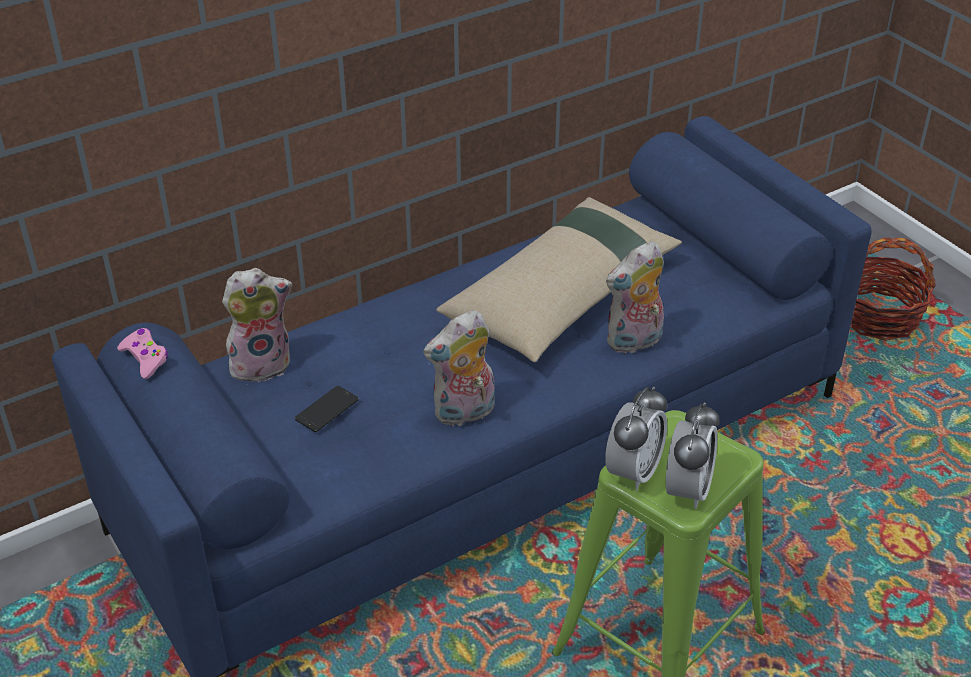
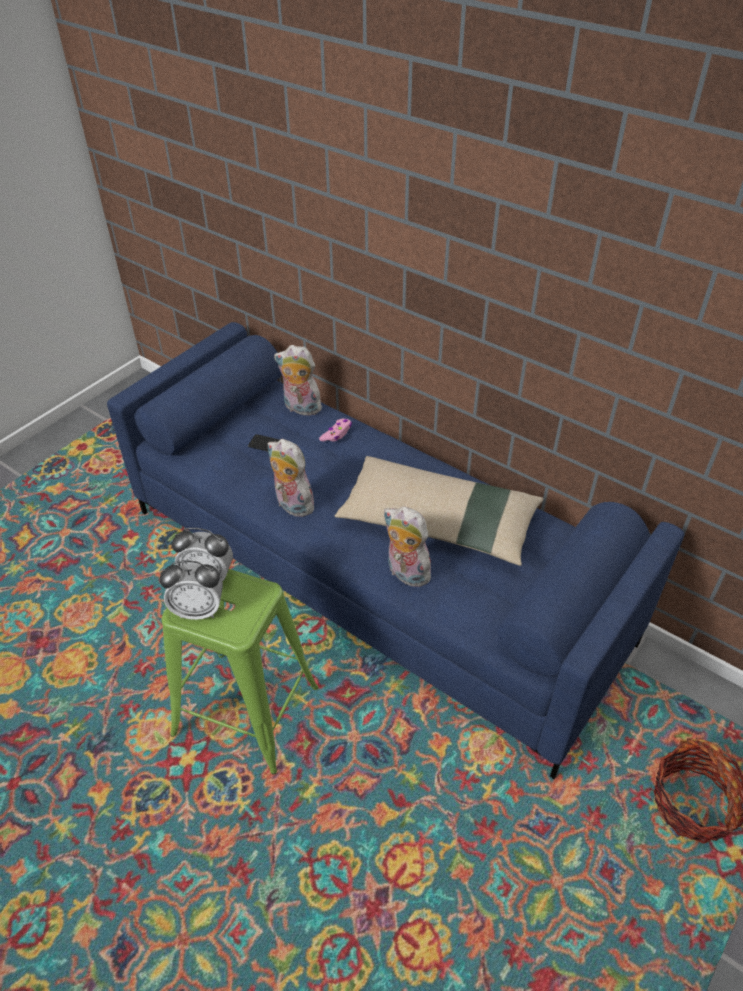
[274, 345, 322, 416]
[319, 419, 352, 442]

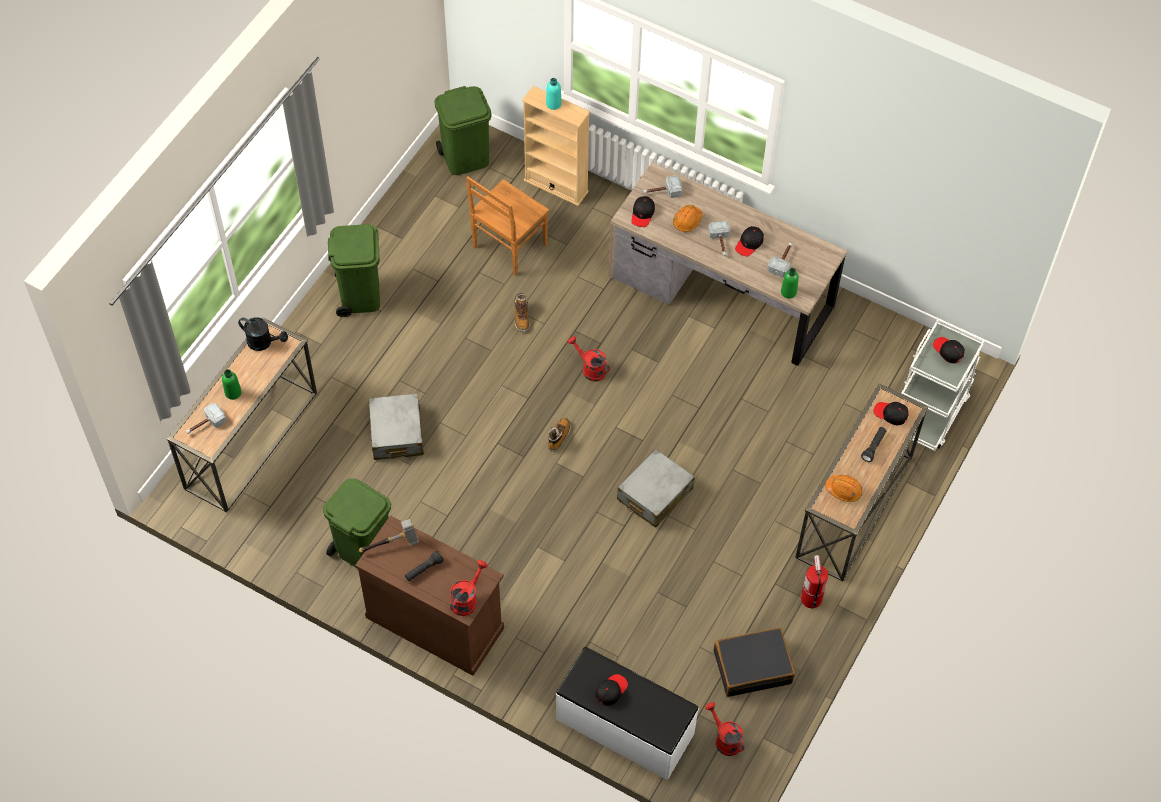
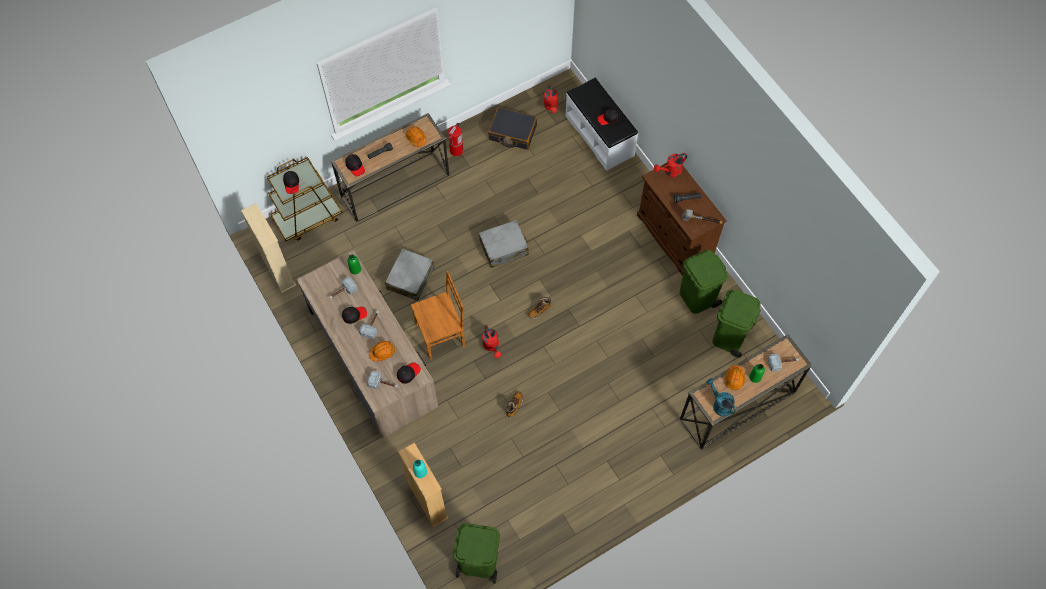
[411, 271, 465, 359]
[712, 290, 760, 358]
[706, 378, 736, 417]
[267, 157, 343, 241]
[385, 248, 434, 301]
[241, 203, 296, 293]
[725, 365, 745, 390]

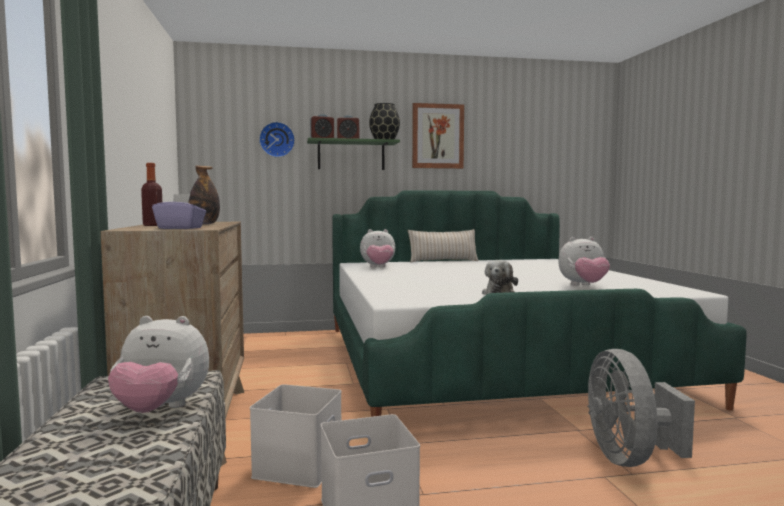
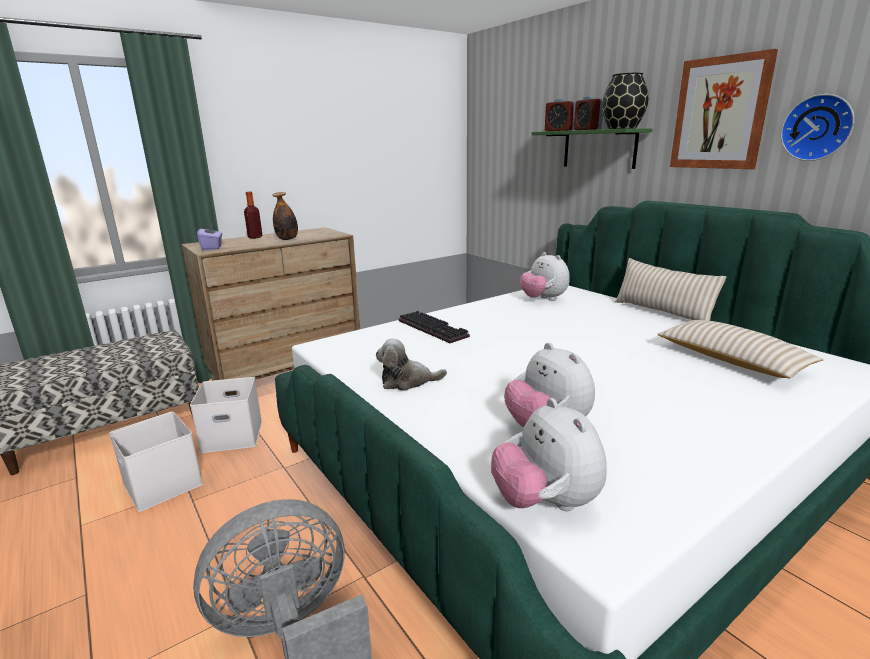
[780, 94, 855, 161]
[491, 398, 607, 511]
[399, 311, 470, 343]
[657, 320, 823, 378]

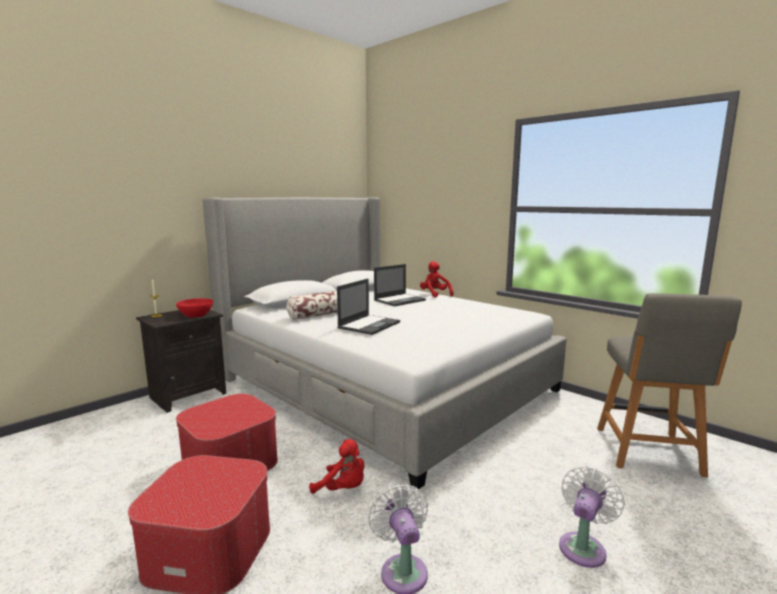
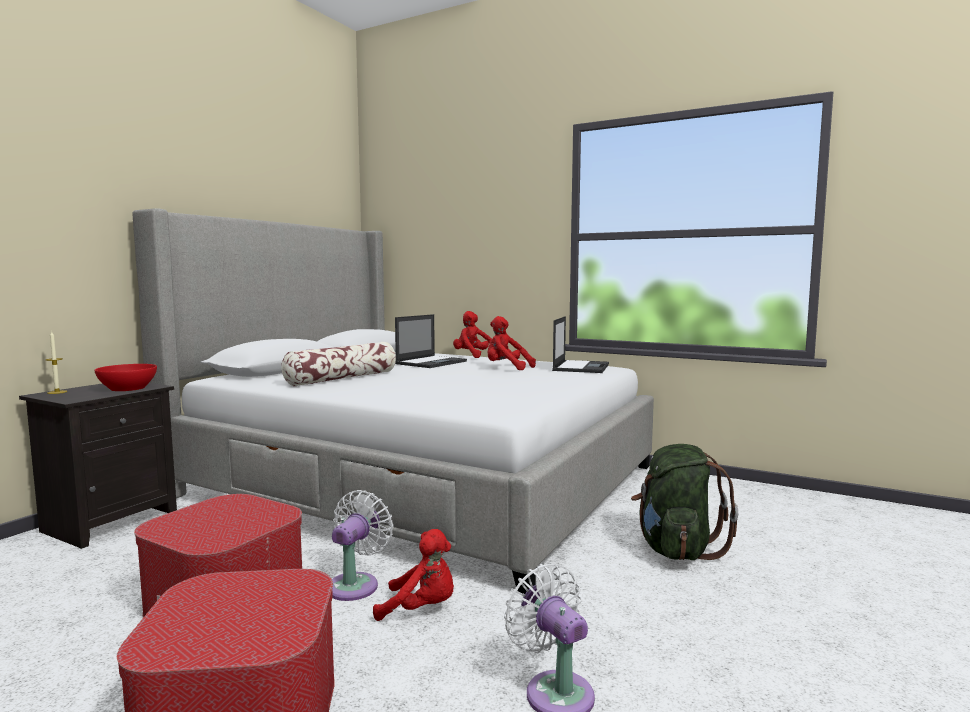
[552, 316, 609, 373]
[597, 293, 742, 478] (first image)
[332, 490, 393, 601]
[488, 316, 536, 370]
[631, 444, 738, 560]

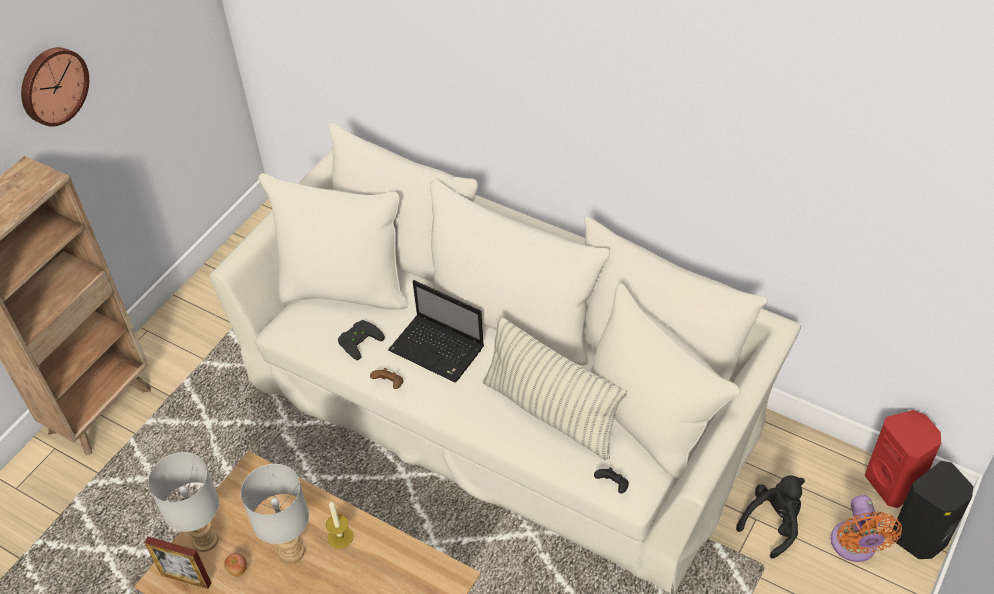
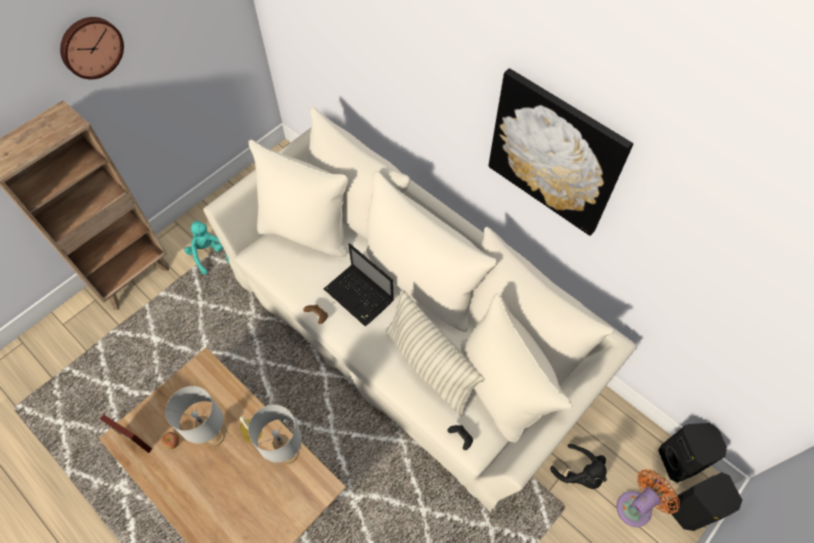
[338, 320, 385, 360] (first image)
[658, 423, 727, 483]
[248, 405, 302, 464]
[550, 444, 607, 489]
[616, 469, 680, 527]
[488, 68, 633, 236]
[184, 220, 229, 275]

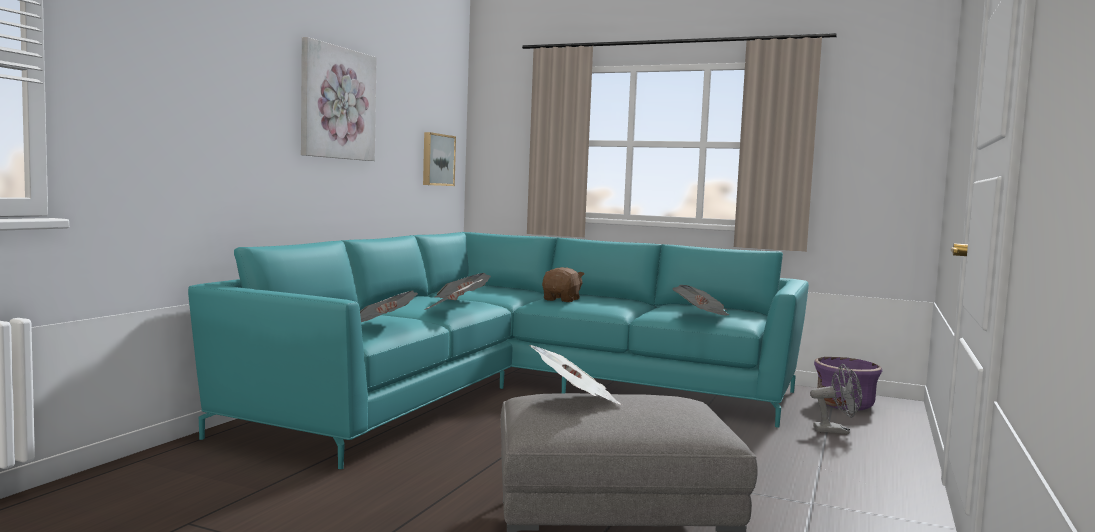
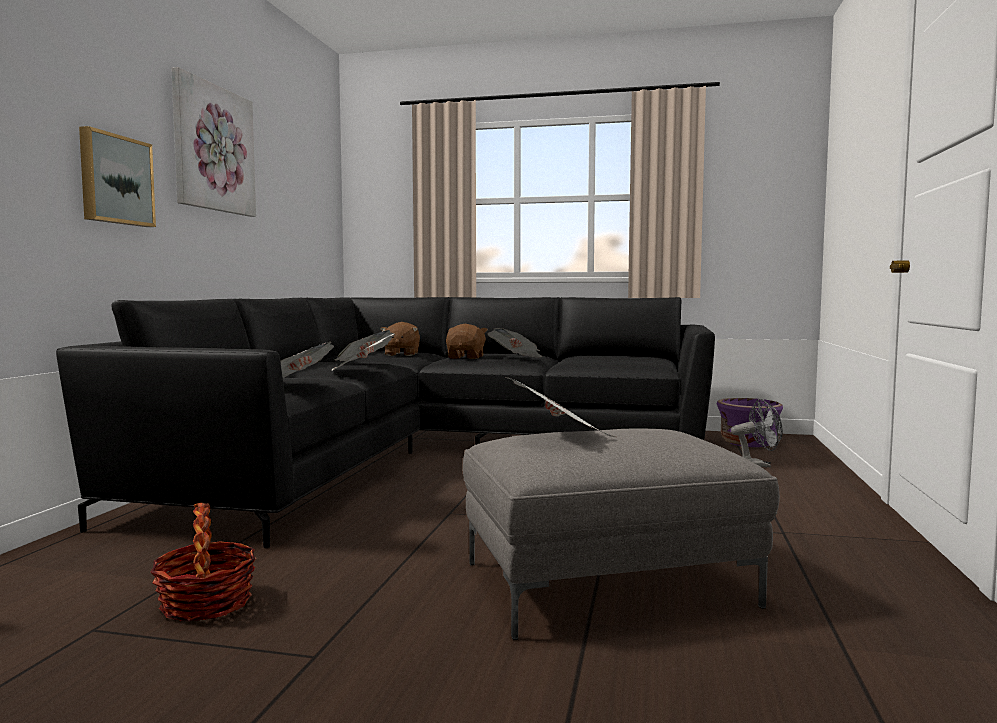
[79, 126, 156, 227]
[56, 297, 715, 548]
[488, 328, 543, 357]
[380, 322, 420, 356]
[150, 503, 256, 621]

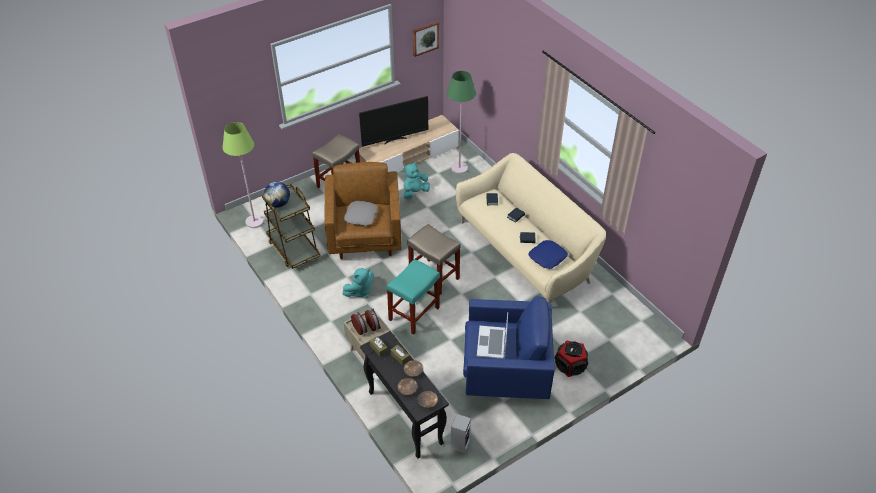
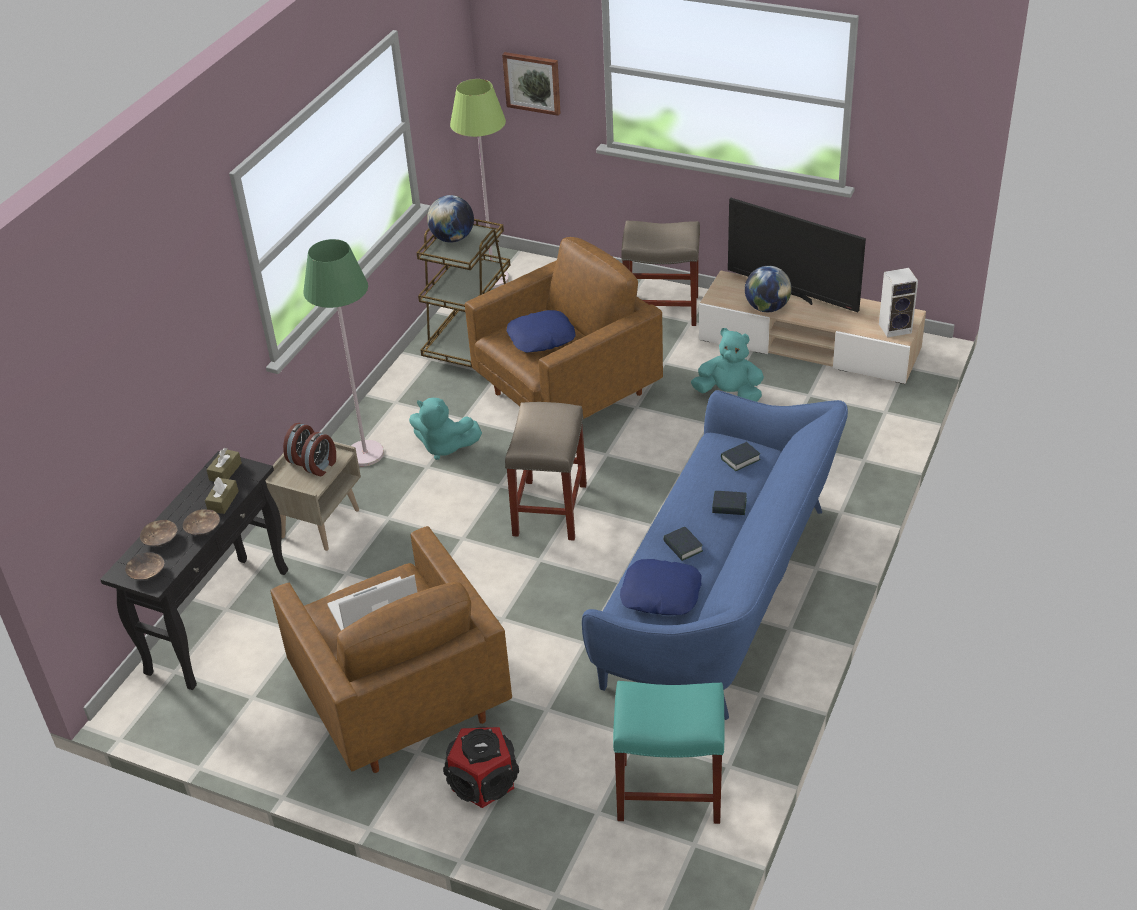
[502, 52, 560, 116]
[303, 239, 384, 466]
[582, 390, 848, 720]
[506, 310, 576, 353]
[613, 681, 725, 824]
[271, 526, 512, 773]
[879, 268, 918, 338]
[745, 266, 792, 312]

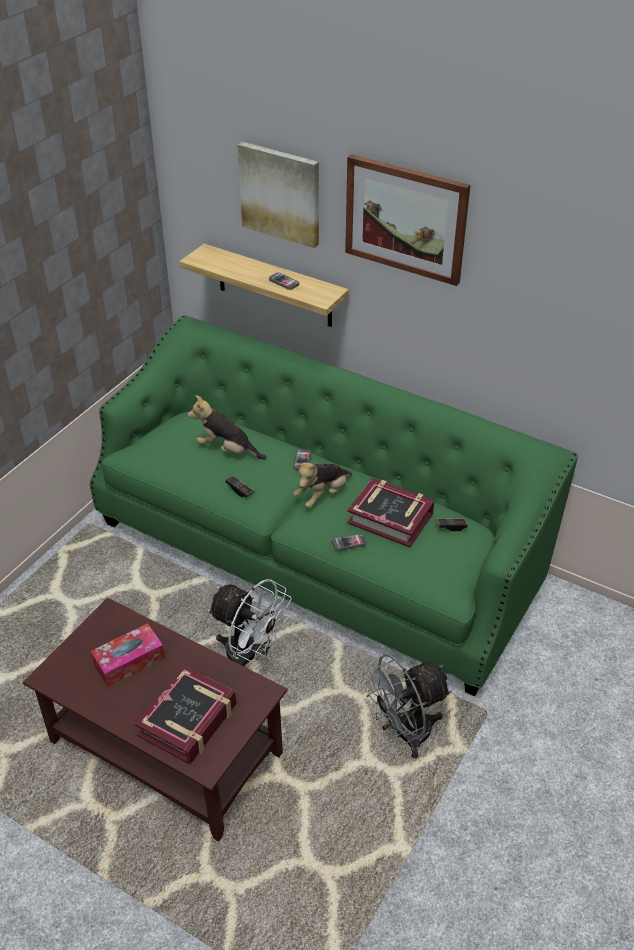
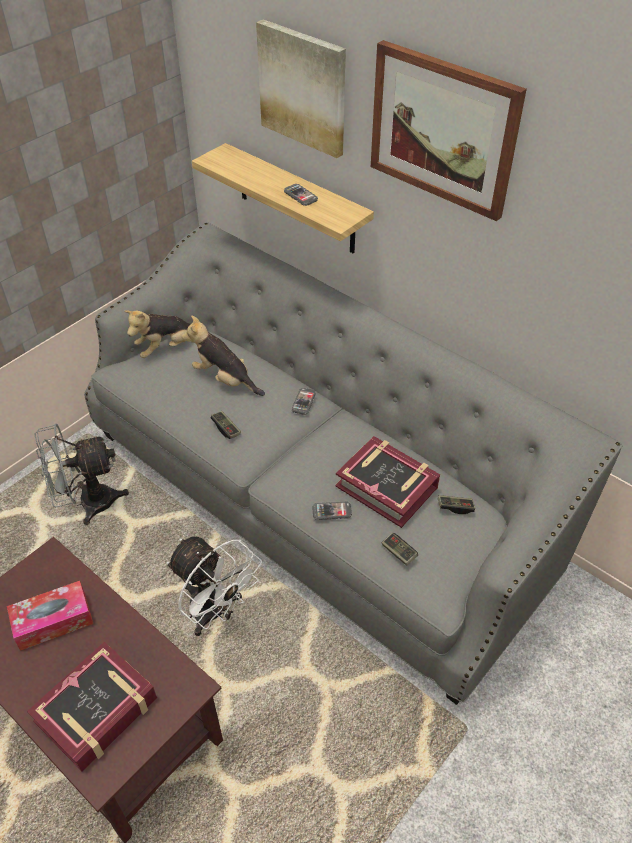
[84, 222, 623, 705]
[124, 310, 191, 358]
[35, 424, 129, 525]
[382, 533, 418, 566]

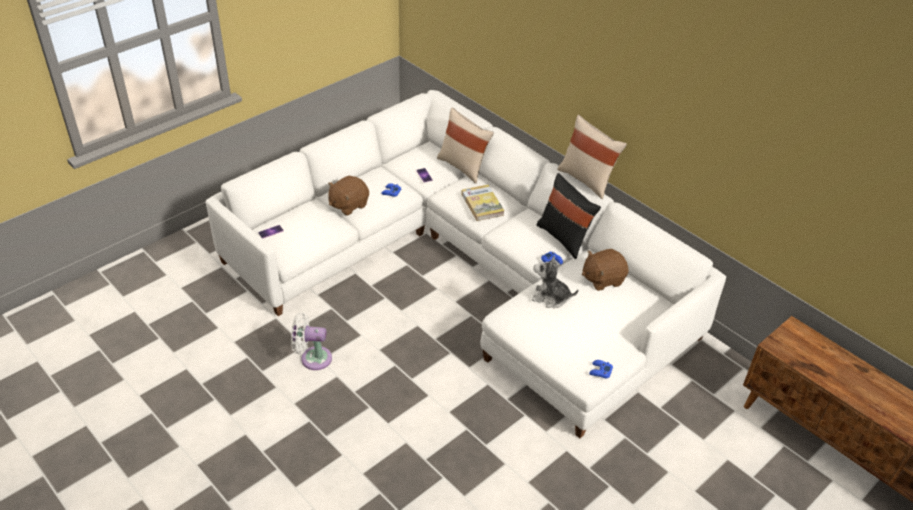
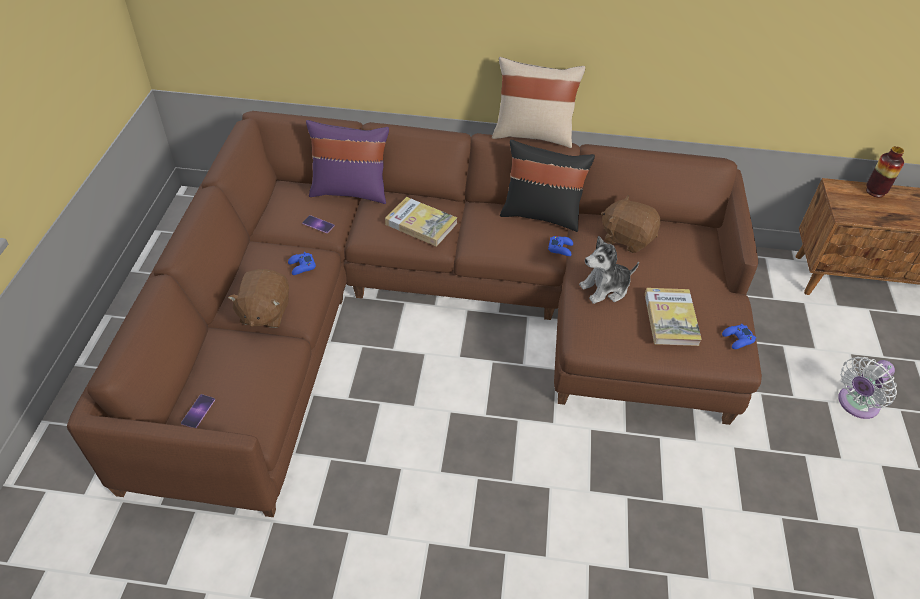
[67, 111, 762, 517]
[306, 120, 389, 204]
[601, 195, 660, 253]
[838, 357, 897, 419]
[866, 146, 904, 197]
[645, 288, 702, 346]

